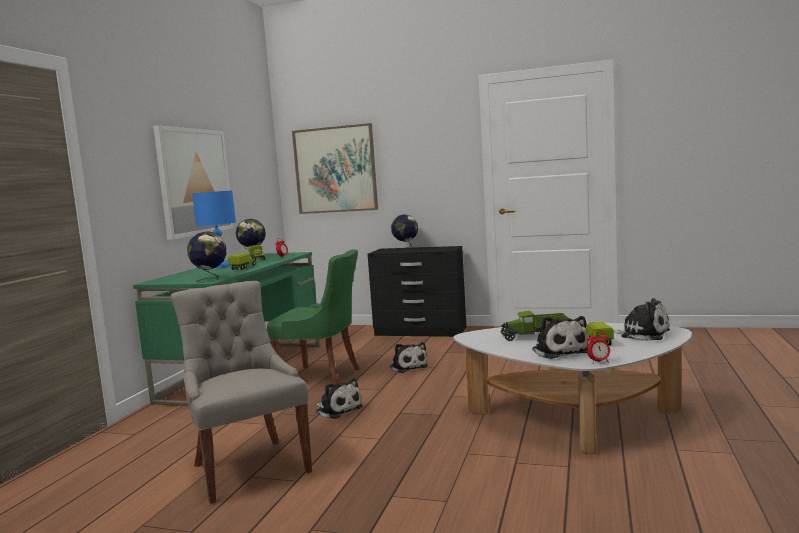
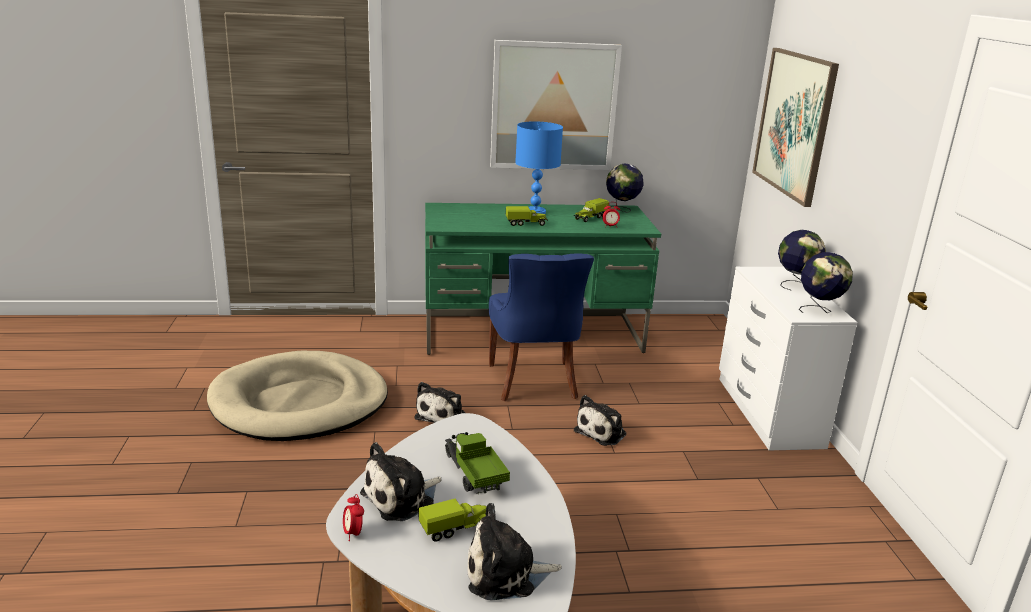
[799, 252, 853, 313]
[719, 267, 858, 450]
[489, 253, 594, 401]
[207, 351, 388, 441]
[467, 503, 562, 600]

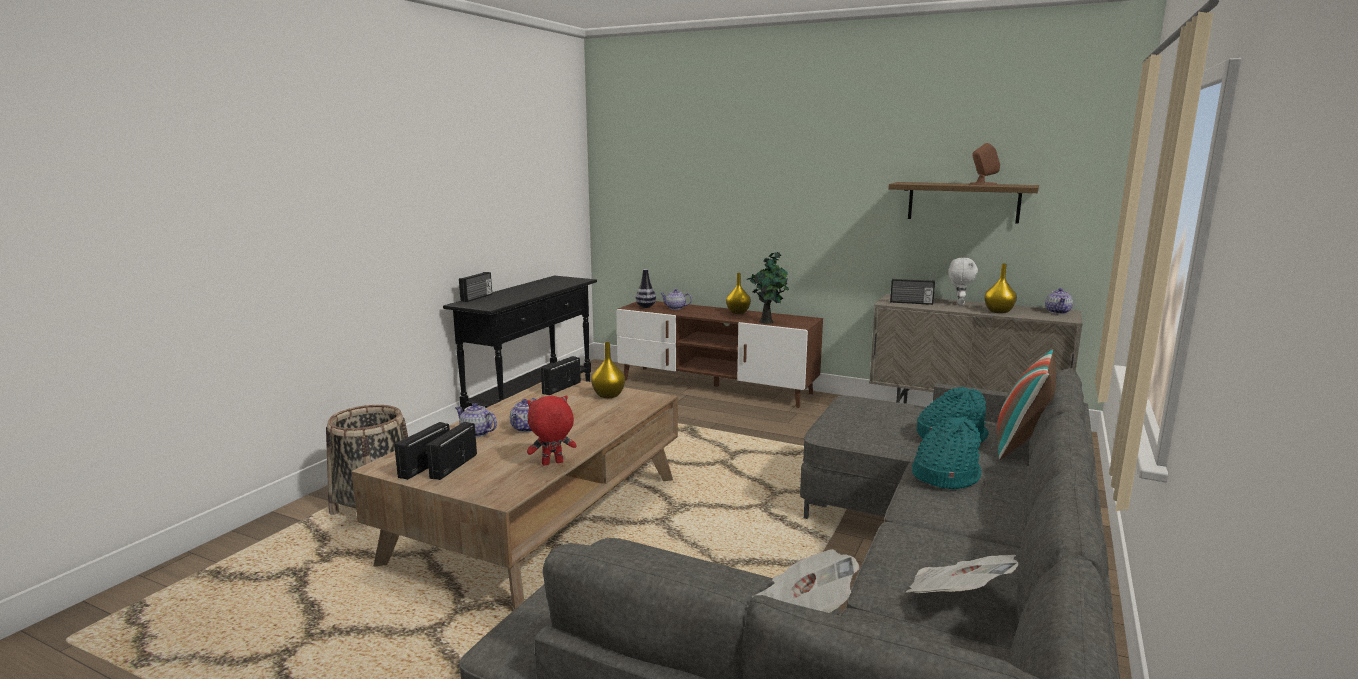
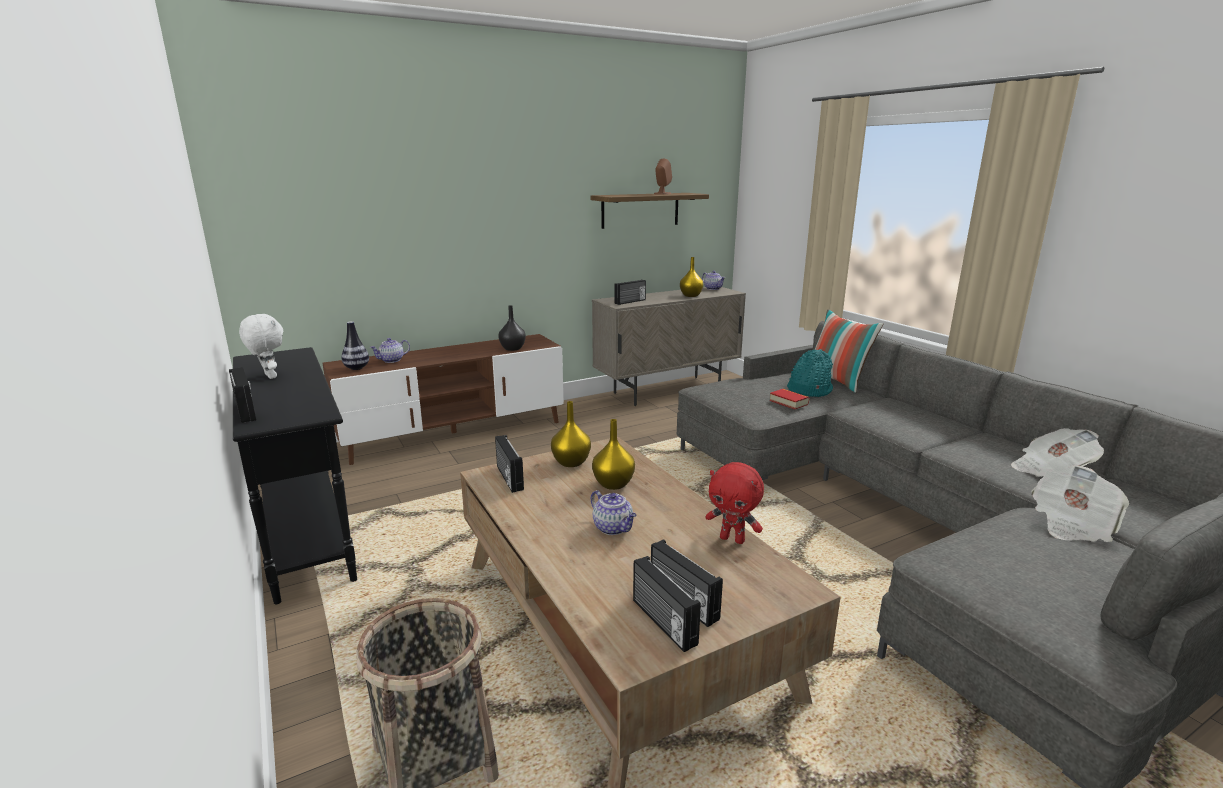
[498, 305, 526, 351]
[239, 314, 283, 379]
[592, 419, 635, 490]
[705, 462, 764, 544]
[455, 403, 497, 437] (first image)
[912, 417, 981, 489] (first image)
[769, 389, 809, 410]

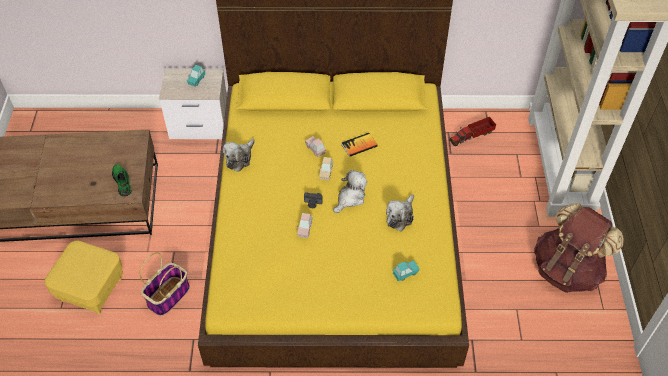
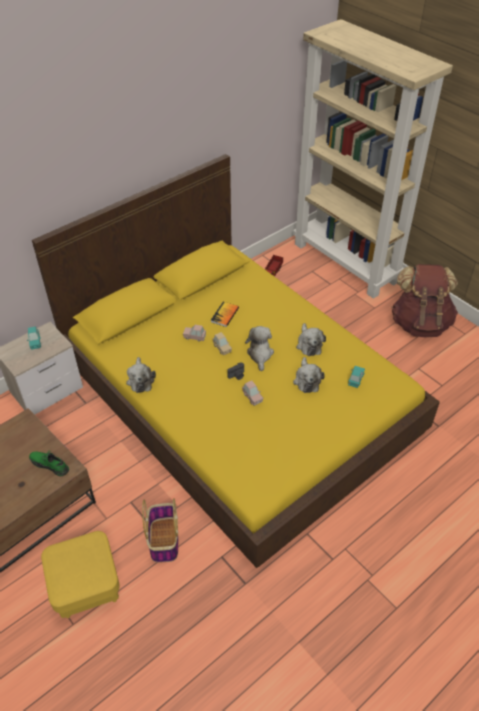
[293, 357, 325, 393]

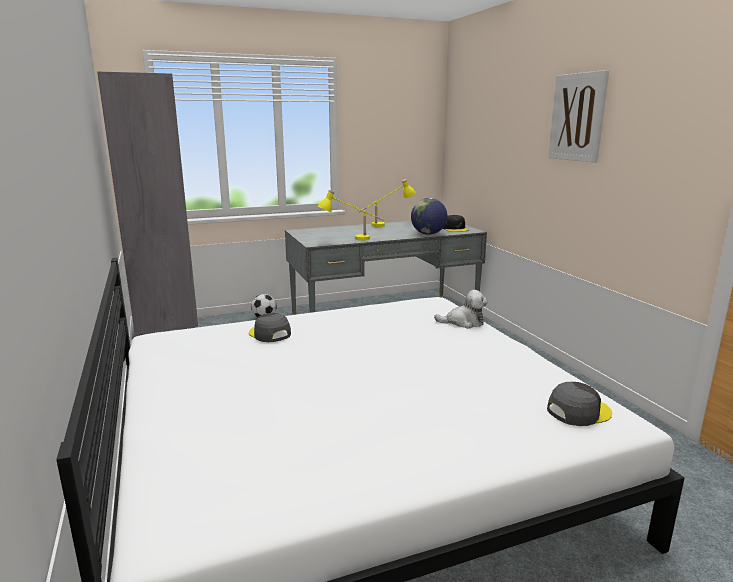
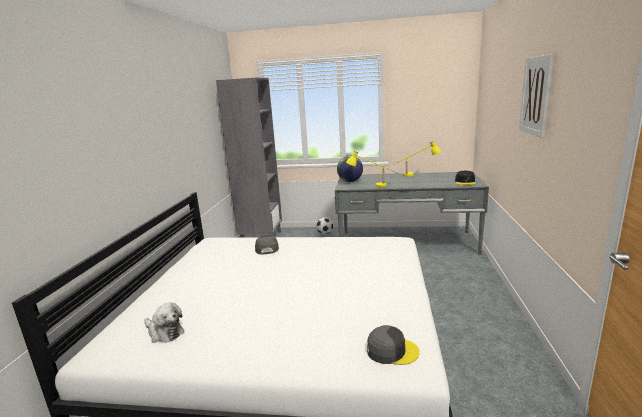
[337, 156, 363, 182]
[144, 303, 184, 343]

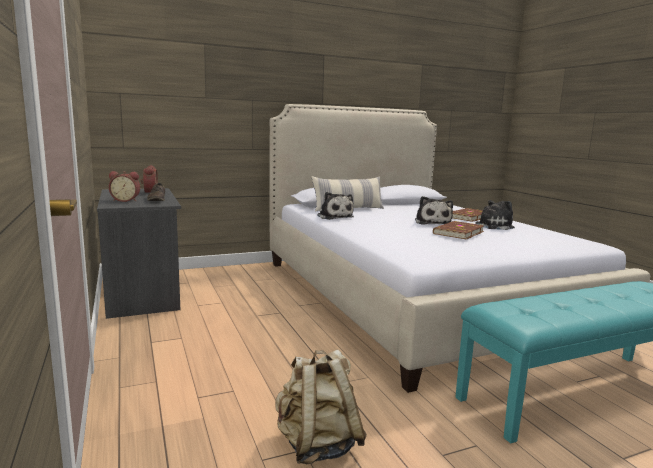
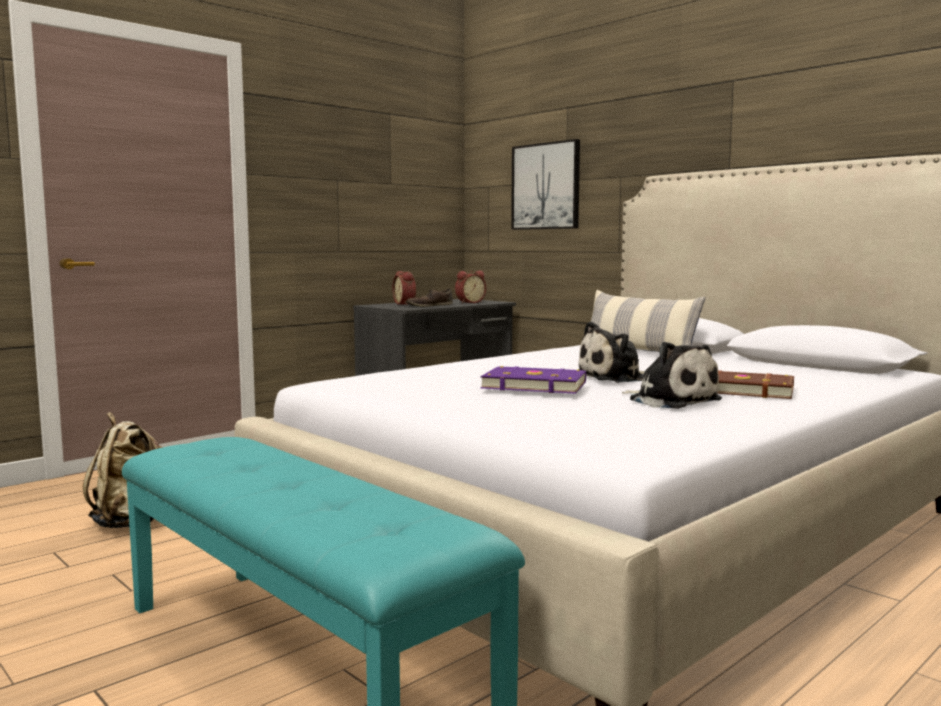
[317, 192, 354, 220] (first image)
[481, 366, 586, 394]
[511, 139, 580, 230]

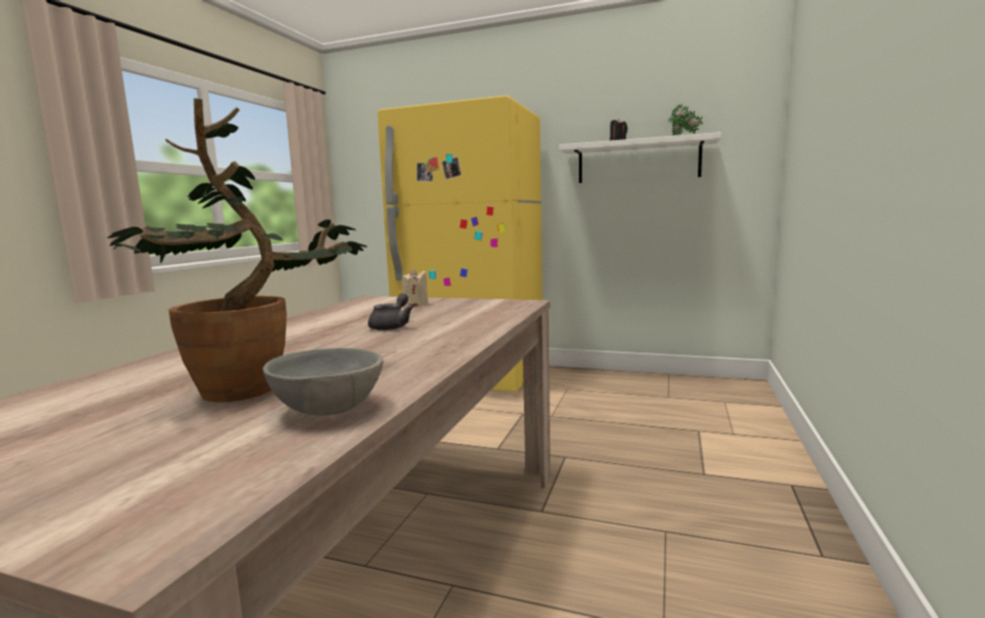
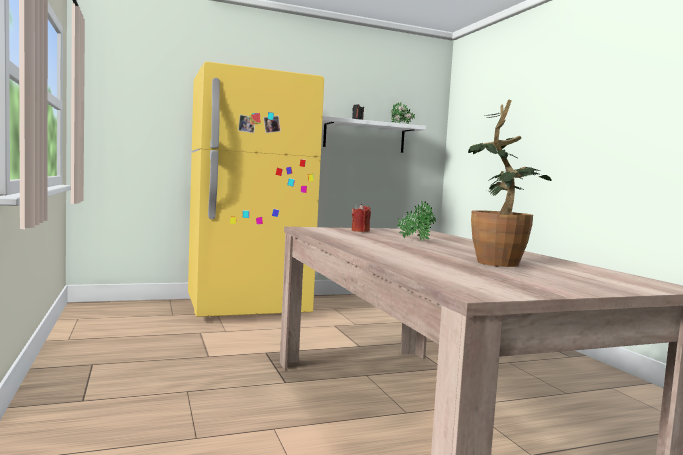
[352, 204, 371, 232]
[397, 201, 436, 241]
[263, 348, 383, 416] (first image)

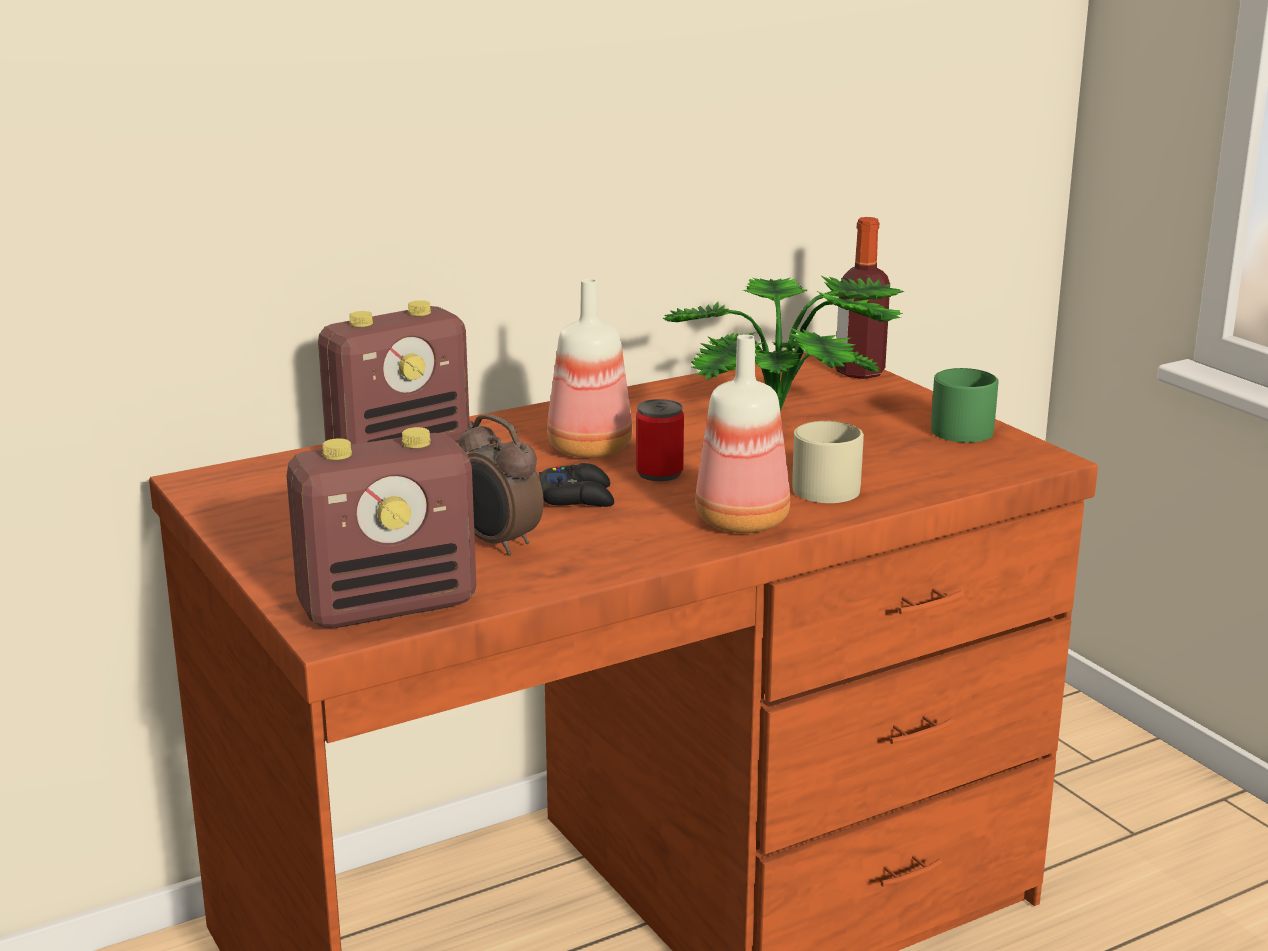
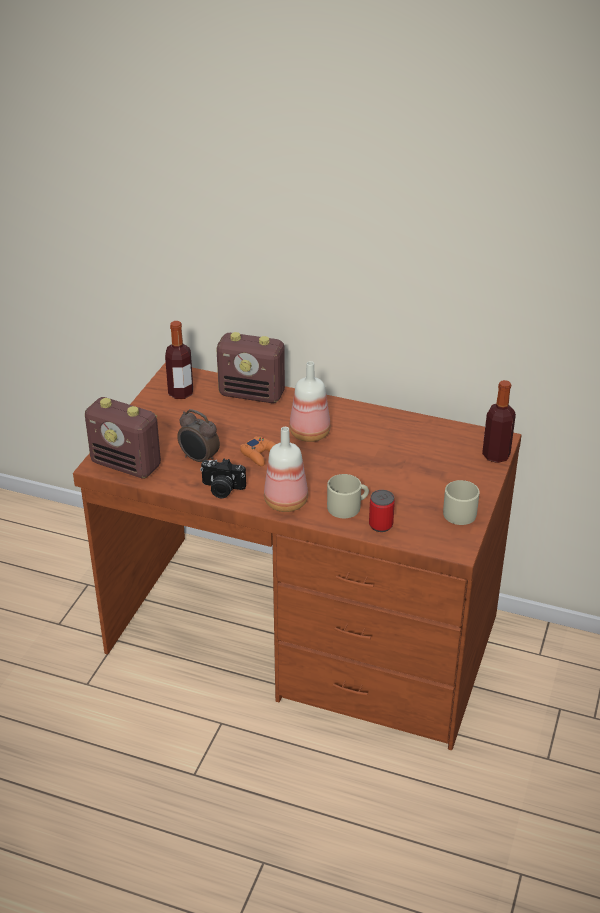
[662, 275, 904, 412] (first image)
[443, 480, 480, 525]
[369, 490, 395, 532]
[177, 409, 220, 462]
[240, 436, 276, 466]
[165, 321, 193, 399]
[200, 459, 246, 498]

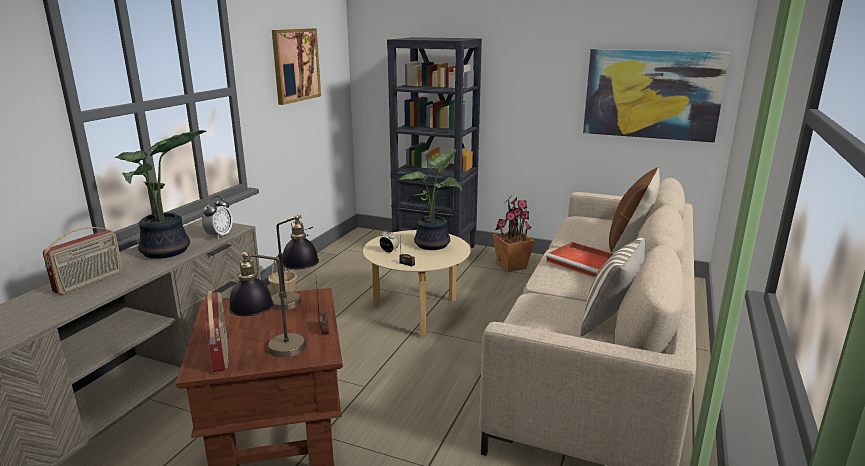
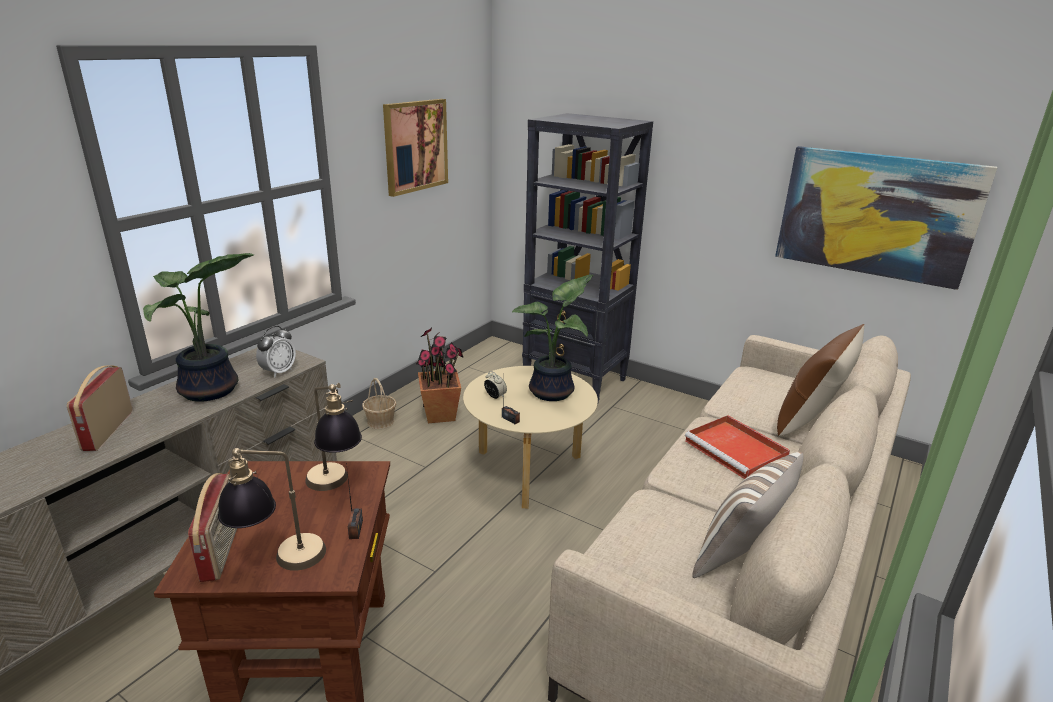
[416, 328, 464, 423]
[67, 365, 133, 451]

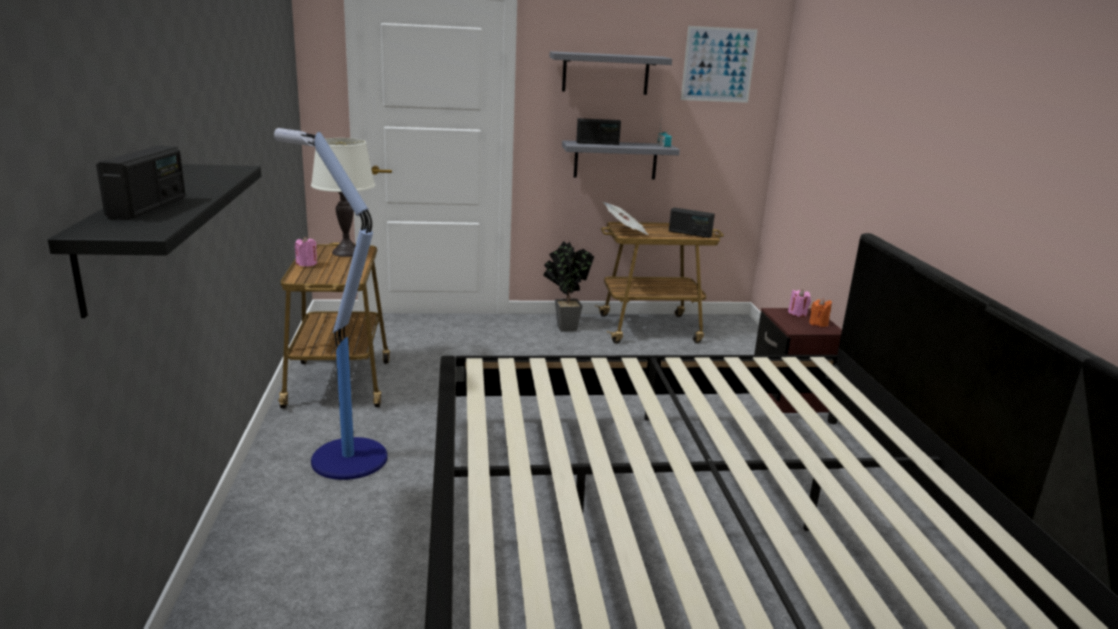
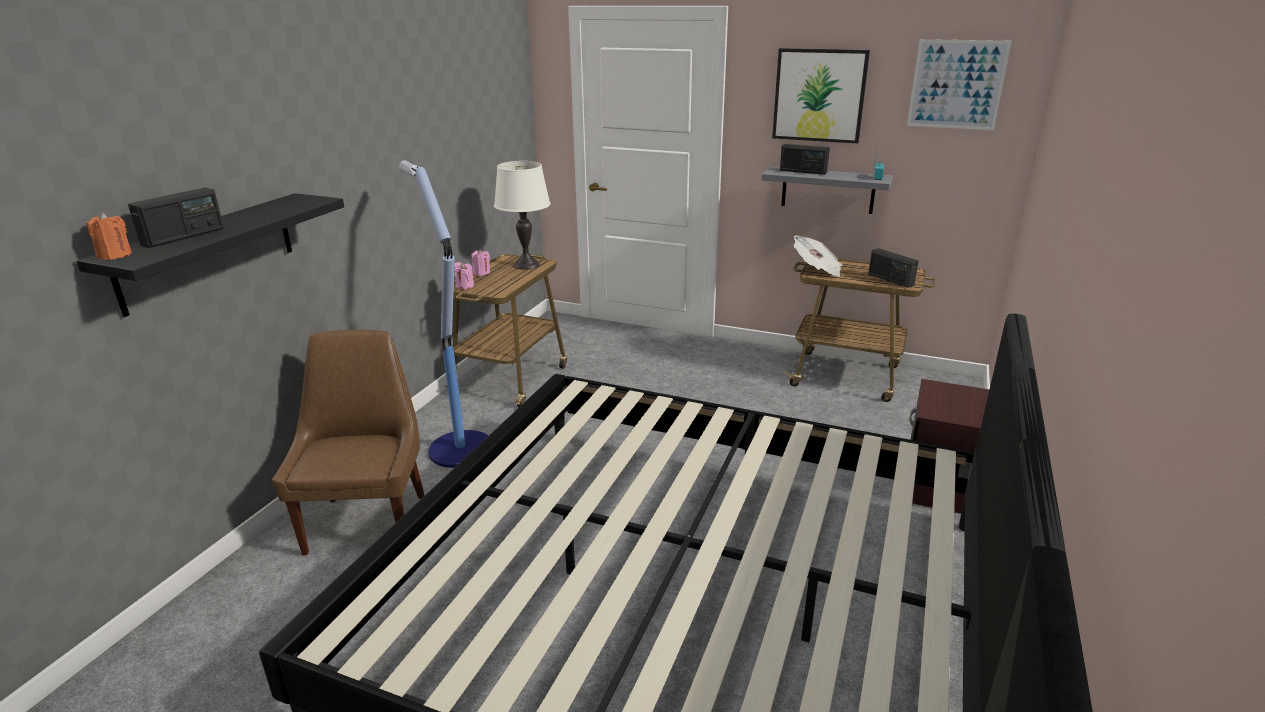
[772, 48, 870, 143]
[543, 241, 594, 332] (first image)
[454, 262, 474, 290]
[86, 212, 132, 260]
[272, 330, 425, 555]

